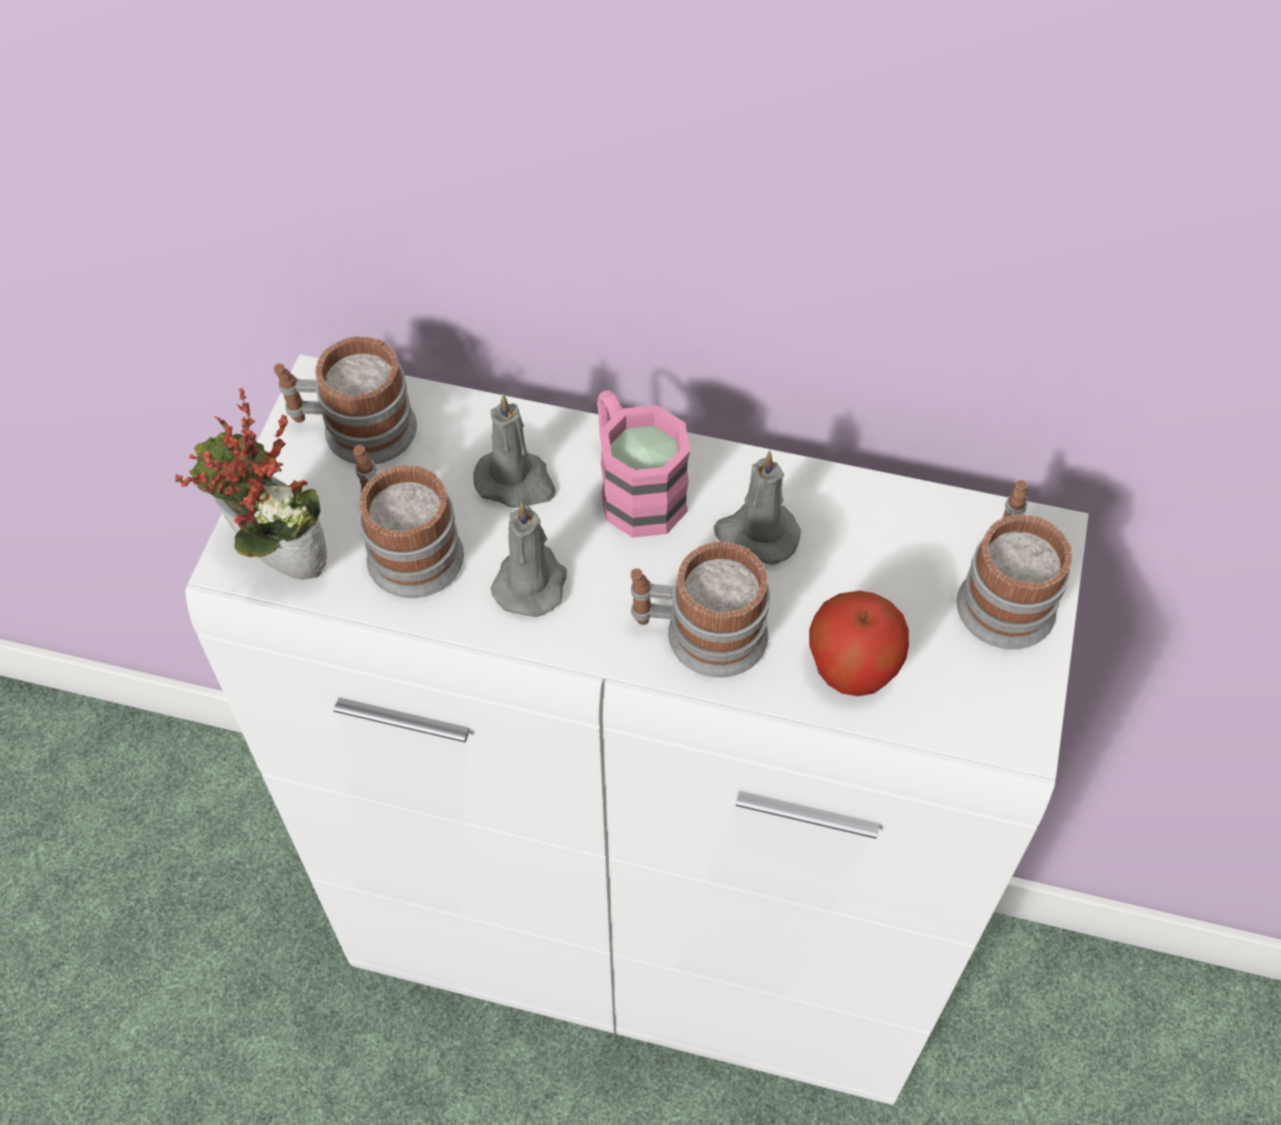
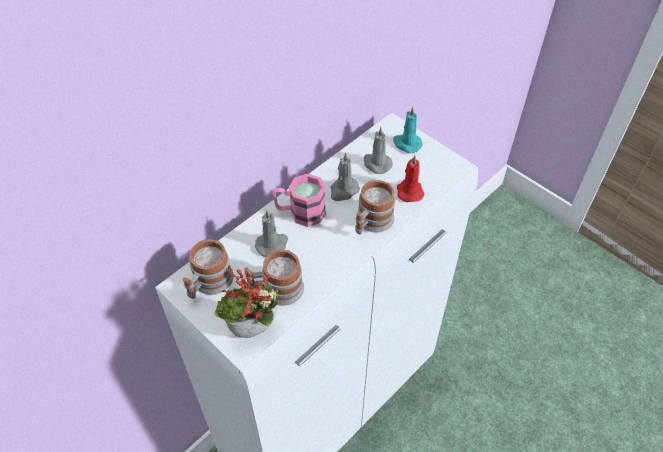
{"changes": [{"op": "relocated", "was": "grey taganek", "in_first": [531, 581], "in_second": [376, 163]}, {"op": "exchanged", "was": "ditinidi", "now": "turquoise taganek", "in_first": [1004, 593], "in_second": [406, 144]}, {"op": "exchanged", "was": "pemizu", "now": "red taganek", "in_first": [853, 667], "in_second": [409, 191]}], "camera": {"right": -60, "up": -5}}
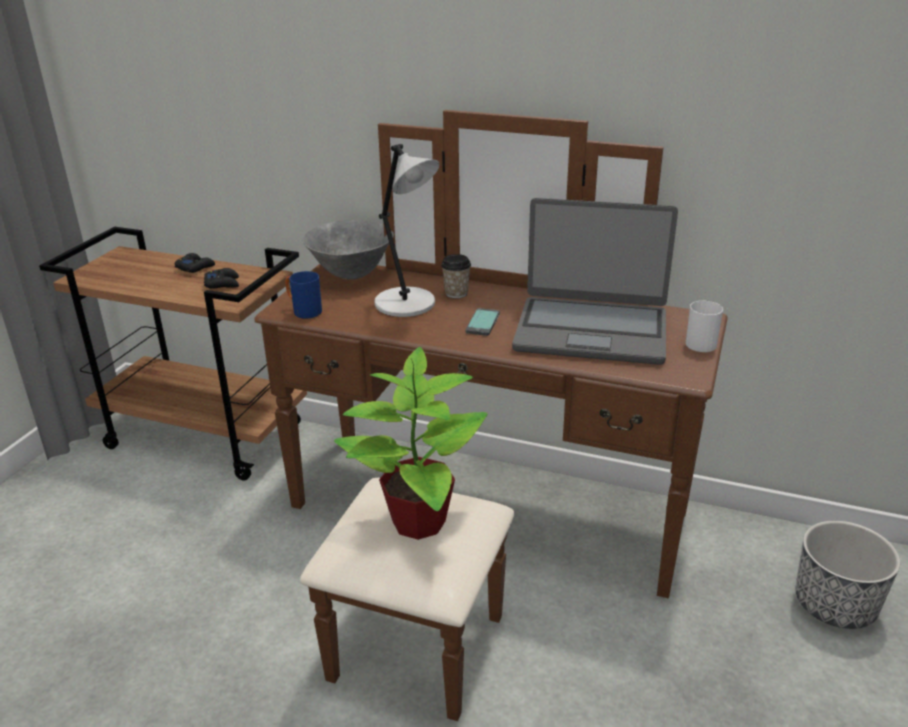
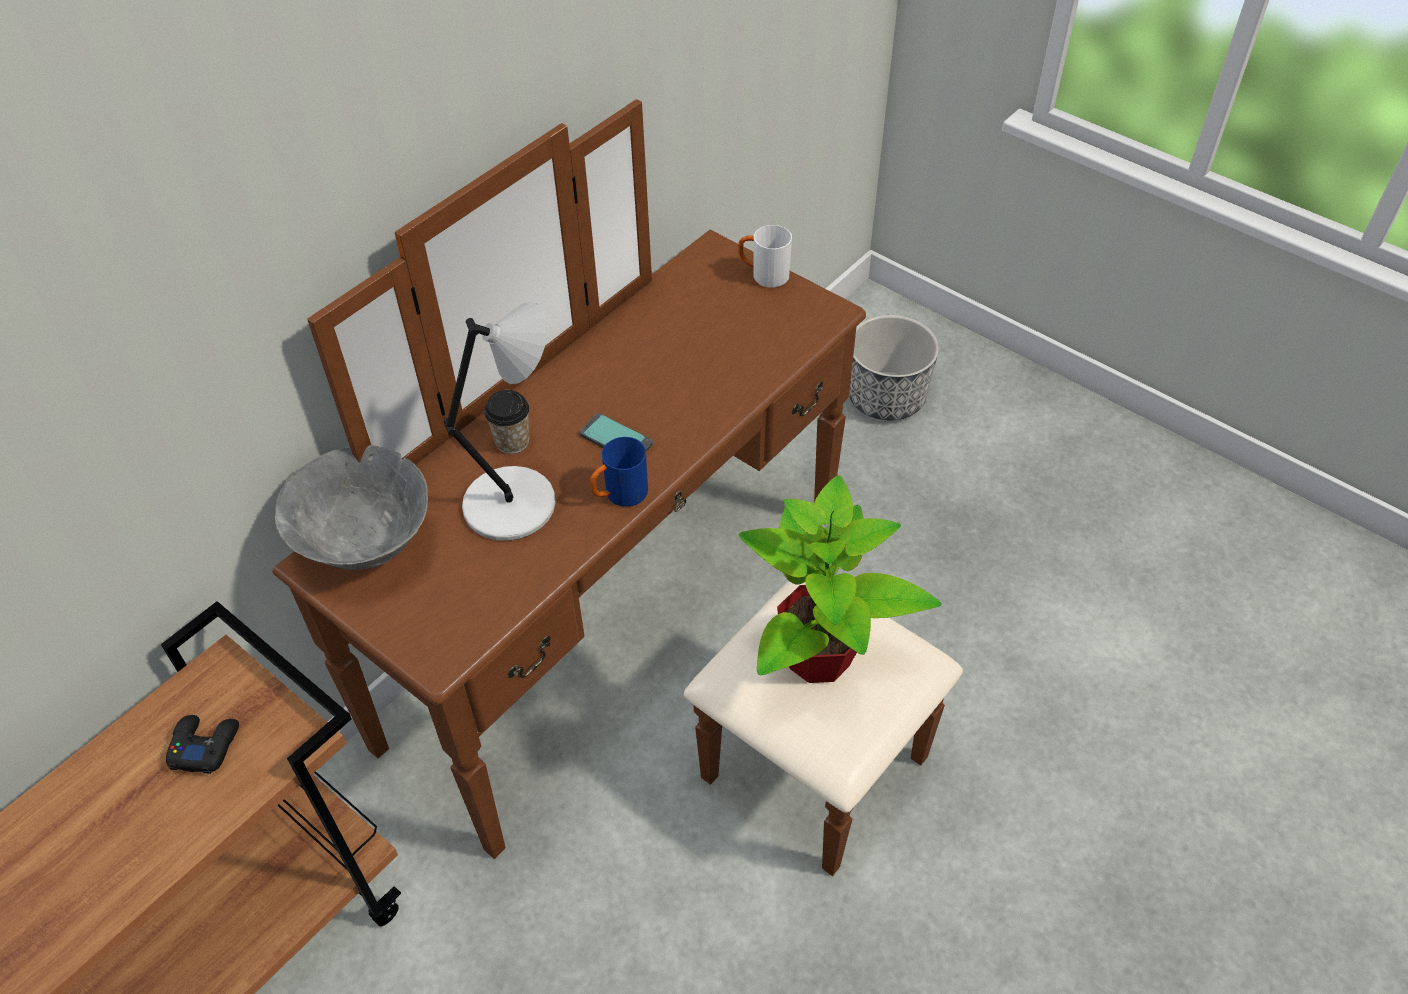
{"changes": [{"op": "relocated", "was": "blue ditinidi", "in_first": [303, 311], "in_second": [619, 496]}, {"op": "missing", "was": "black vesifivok", "in_first": [195, 267]}, {"op": "missing", "was": "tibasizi", "in_first": [591, 331]}], "camera": {"right": -70, "up": 20}}
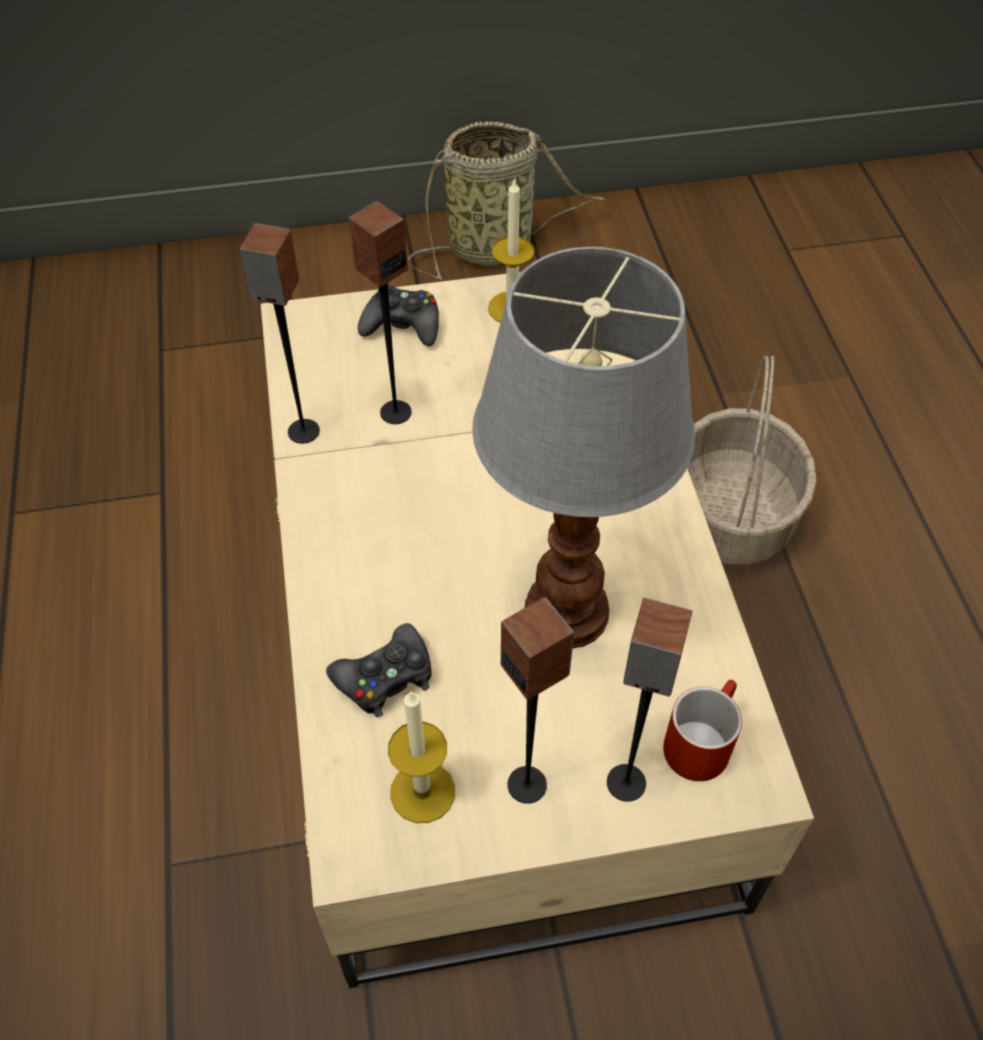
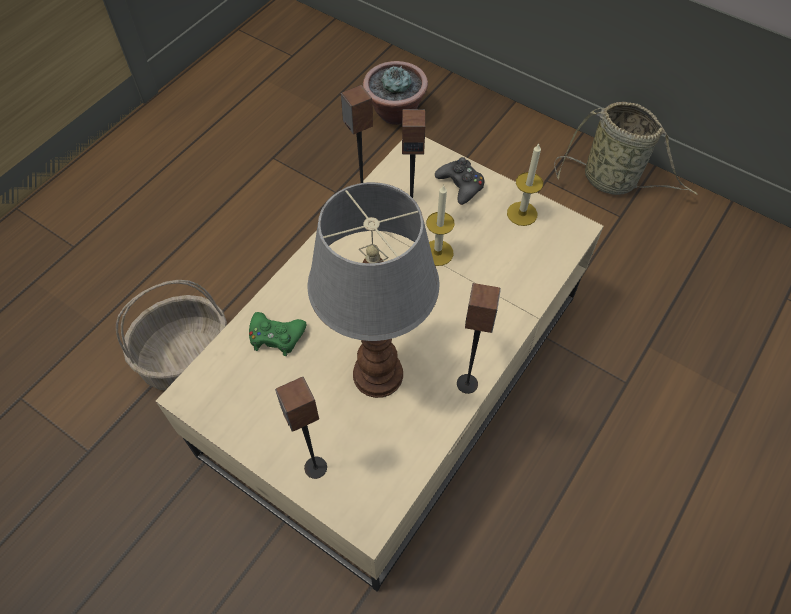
{"changes": [{"op": "relocated", "was": "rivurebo", "in_first": [732, 517], "in_second": [186, 359]}, {"op": "colour", "was": "black vesifivok", "now": "green vesifivok", "in_first": [385, 677], "in_second": [276, 336]}, {"op": "appeared", "now": "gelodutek", "in_second": [395, 112]}, {"op": "relocated", "was": "taganek", "in_first": [422, 792], "in_second": [437, 253]}, {"op": "relocated", "was": "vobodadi", "in_first": [528, 784], "in_second": [467, 384]}, {"op": "missing", "was": "red ditinidi", "in_first": [700, 739]}], "camera": {"right": 45, "up": 5}}
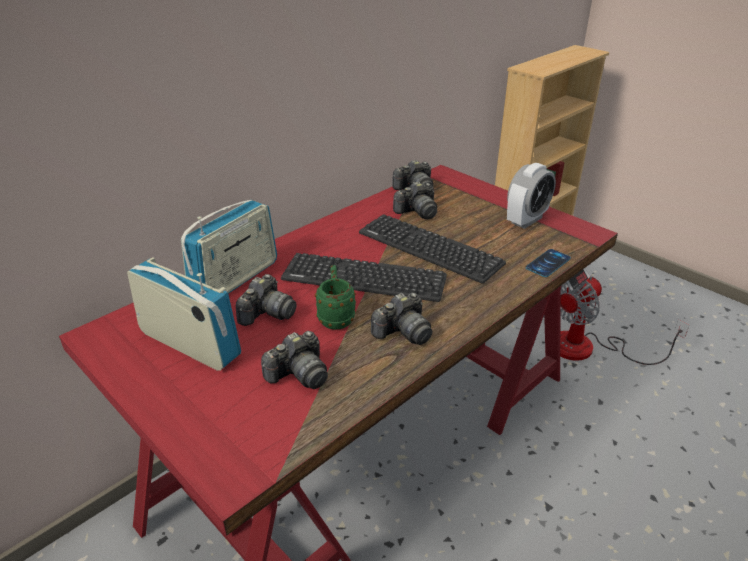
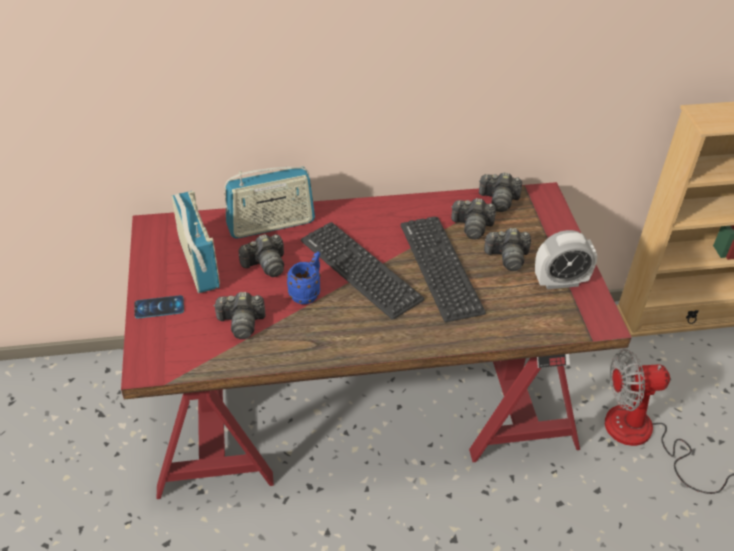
{"changes": [{"op": "relocated", "was": "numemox", "in_first": [548, 263], "in_second": [159, 307]}, {"op": "colour", "was": "green ditinidi", "now": "blue ditinidi", "in_first": [336, 317], "in_second": [307, 292]}, {"op": "relocated", "was": "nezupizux", "in_first": [403, 332], "in_second": [507, 257]}], "camera": {"right": 35, "up": 10}}
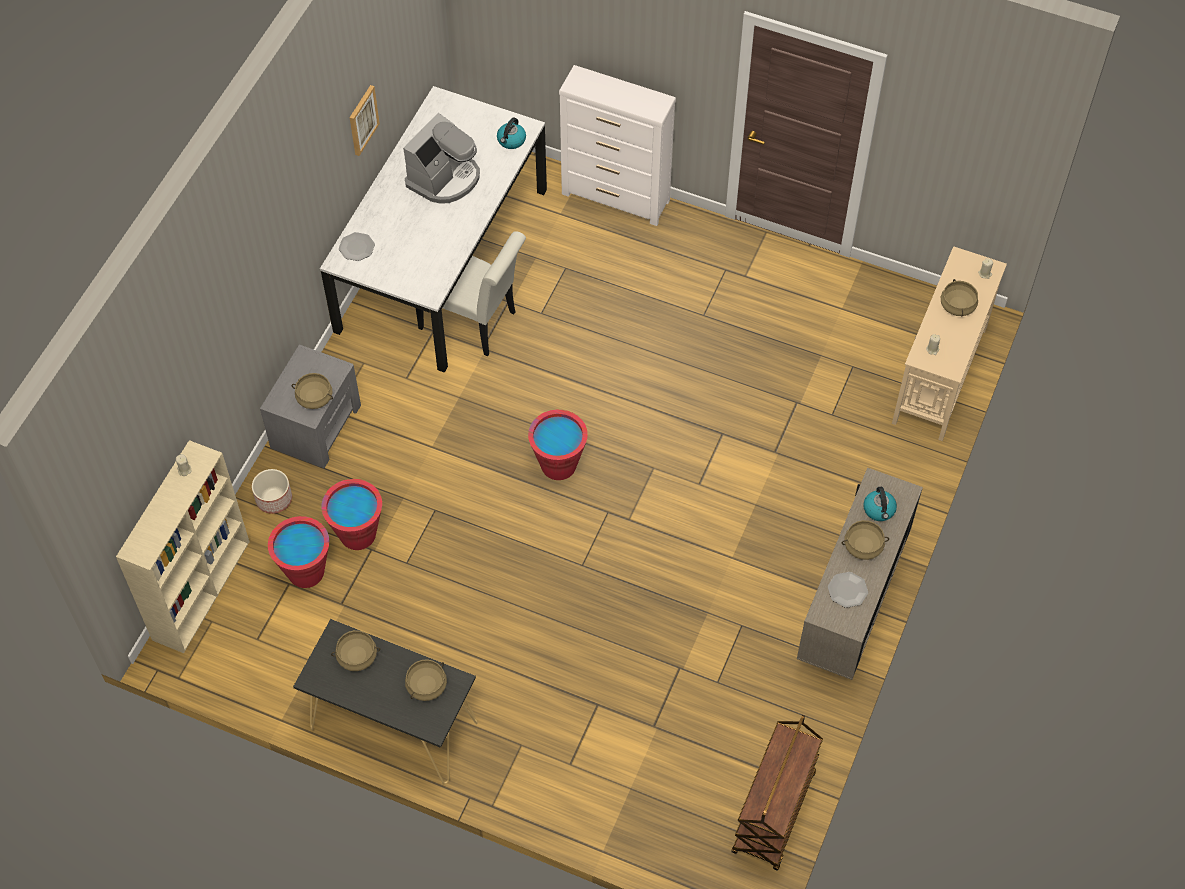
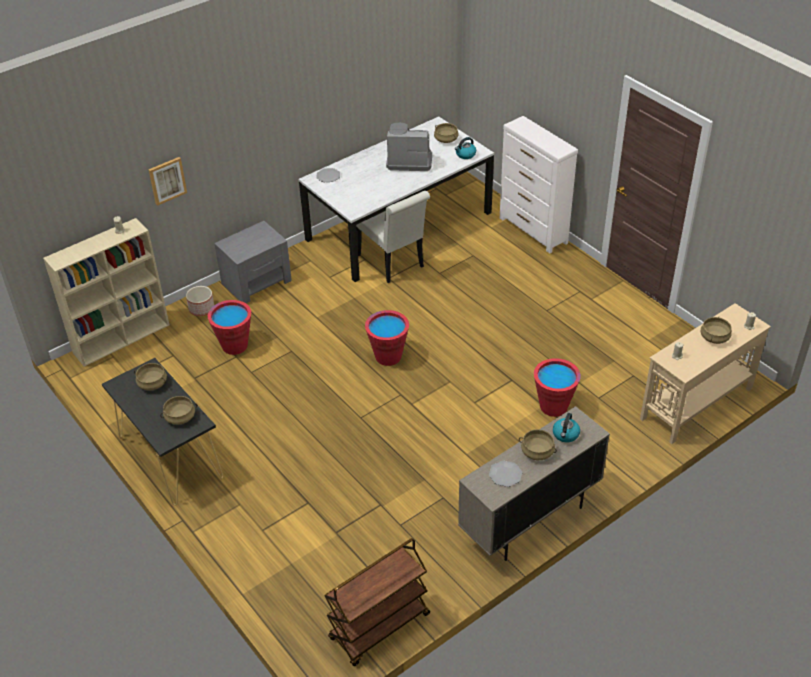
{"changes": [{"op": "relocated", "was": "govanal", "in_first": [362, 120], "in_second": [167, 180]}, {"op": "spun", "was": "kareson", "in_first": [444, 178], "in_second": [409, 160], "clockwise": -150}, {"op": "relocated", "was": "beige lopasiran", "in_first": [314, 398], "in_second": [446, 139]}, {"op": "relocated", "was": "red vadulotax", "in_first": [306, 572], "in_second": [553, 406]}], "camera": {"right": 30, "up": -15}}
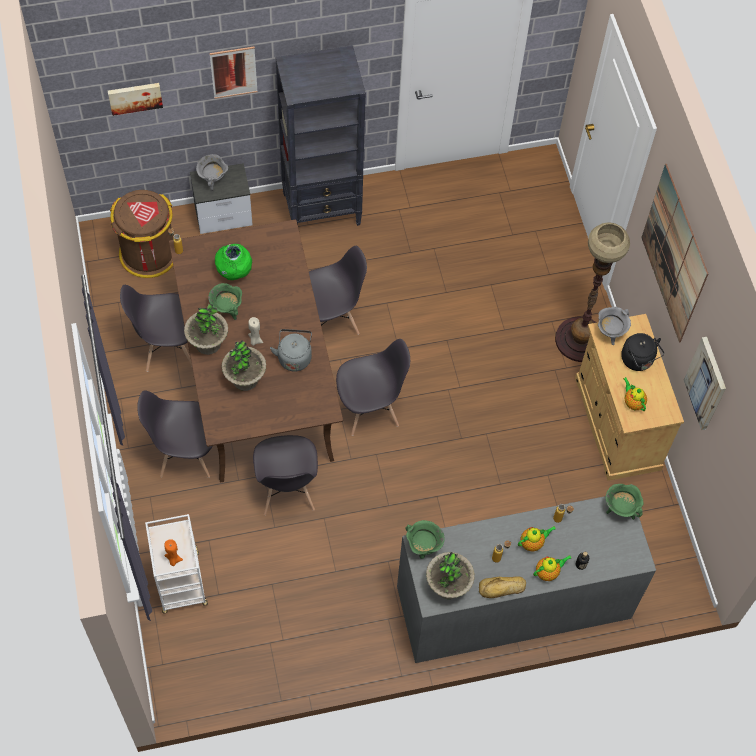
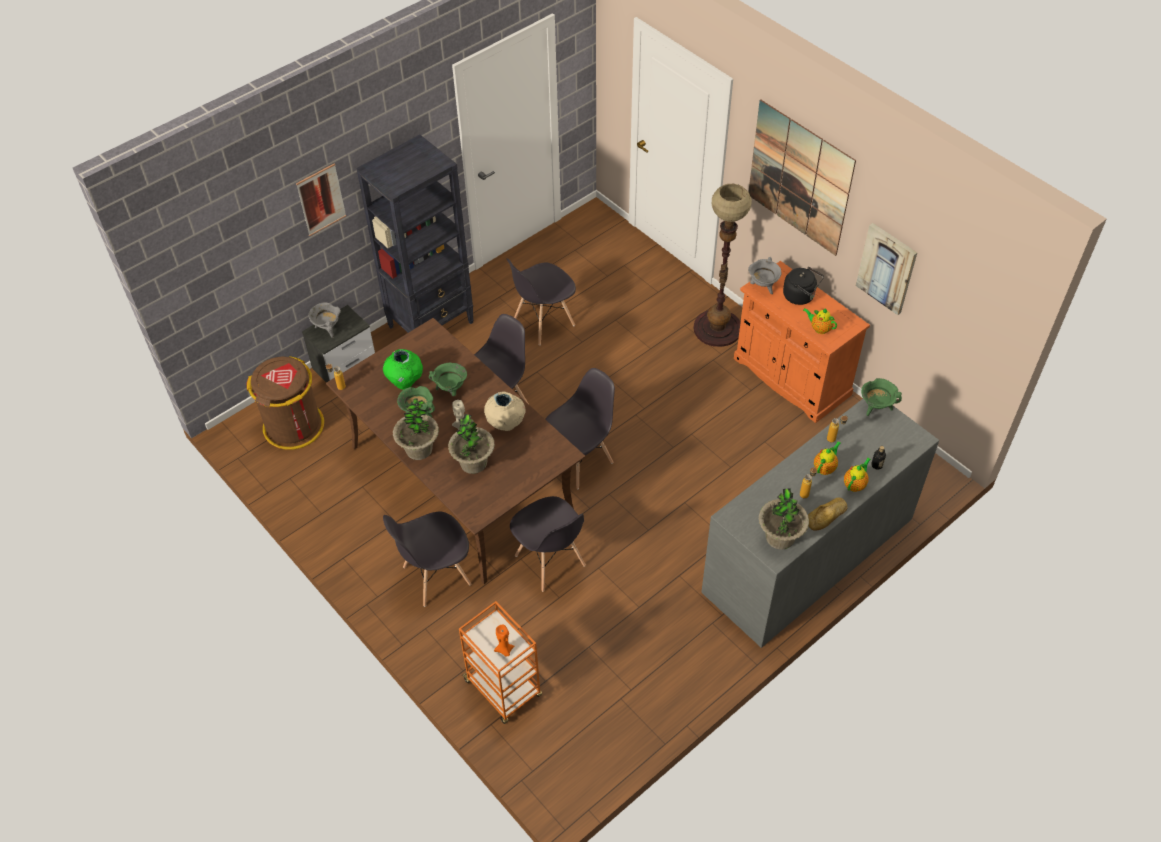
{"changes": [{"op": "relocated", "was": "green lopasiran", "in_first": [423, 546], "in_second": [450, 390]}, {"op": "colour", "was": "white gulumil", "now": "orange gulumil", "in_first": [181, 583], "in_second": [504, 689]}, {"op": "exchanged", "was": "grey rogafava", "now": "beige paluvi", "in_first": [294, 357], "in_second": [506, 424]}, {"op": "relocated", "was": "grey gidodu", "in_first": [167, 348], "in_second": [543, 322]}, {"op": "colour", "was": "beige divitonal", "now": "orange divitonal", "in_first": [616, 423], "in_second": [791, 377]}, {"op": "missing", "was": "govanal", "in_first": [135, 97]}], "camera": {"right": -25, "up": -10}}
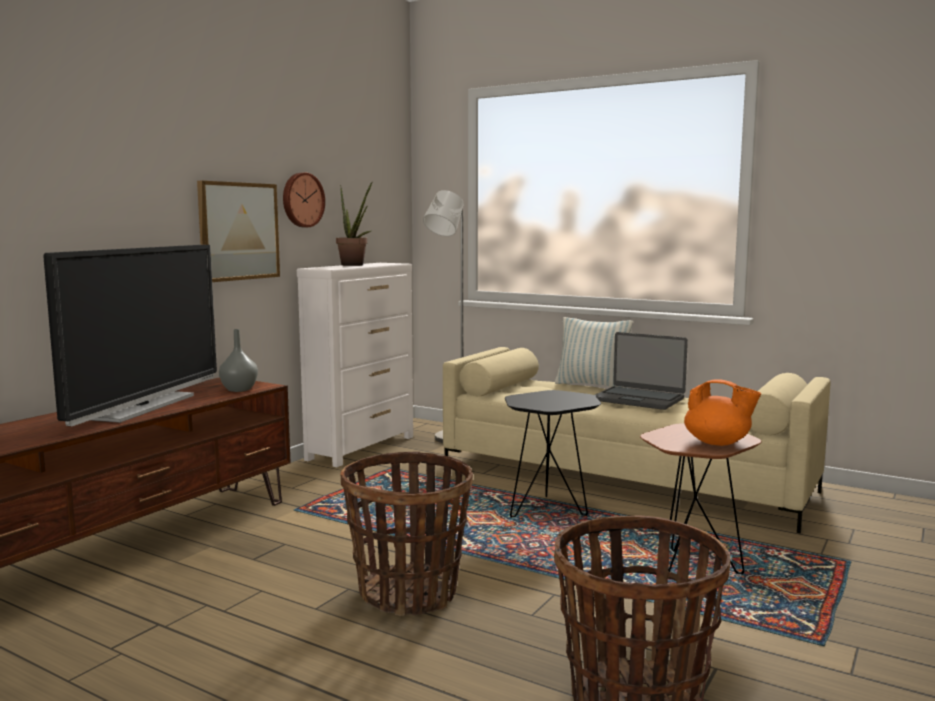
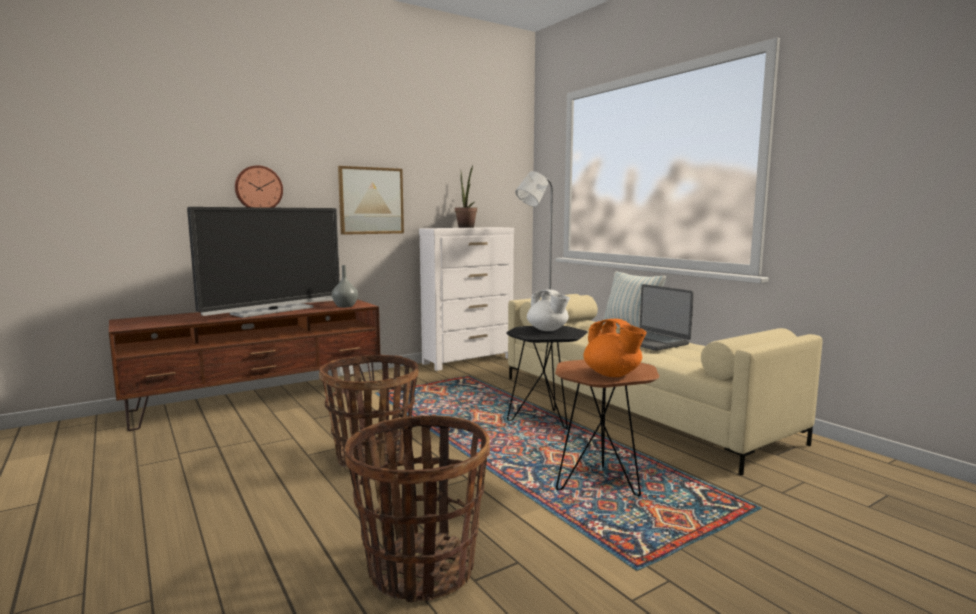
{"changes": [{"op": "relocated", "was": "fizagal", "in_first": [302, 200], "in_second": [258, 188]}, {"op": "appeared", "now": "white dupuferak", "in_second": [548, 330]}], "camera": {"right": 25, "up": 0}}
